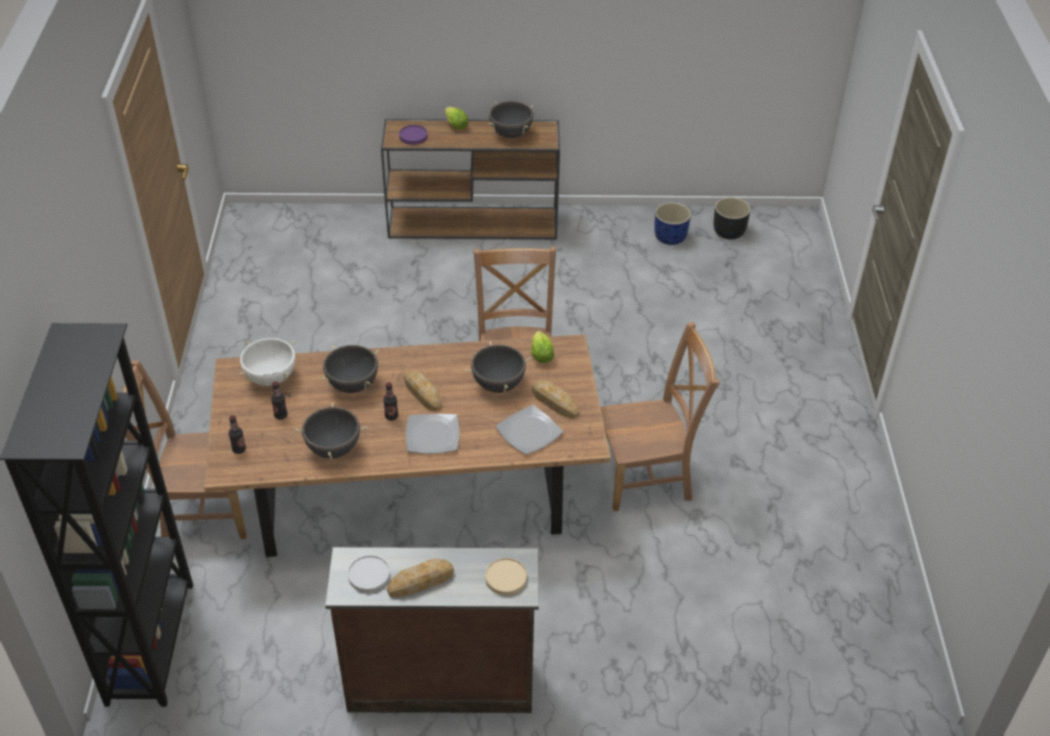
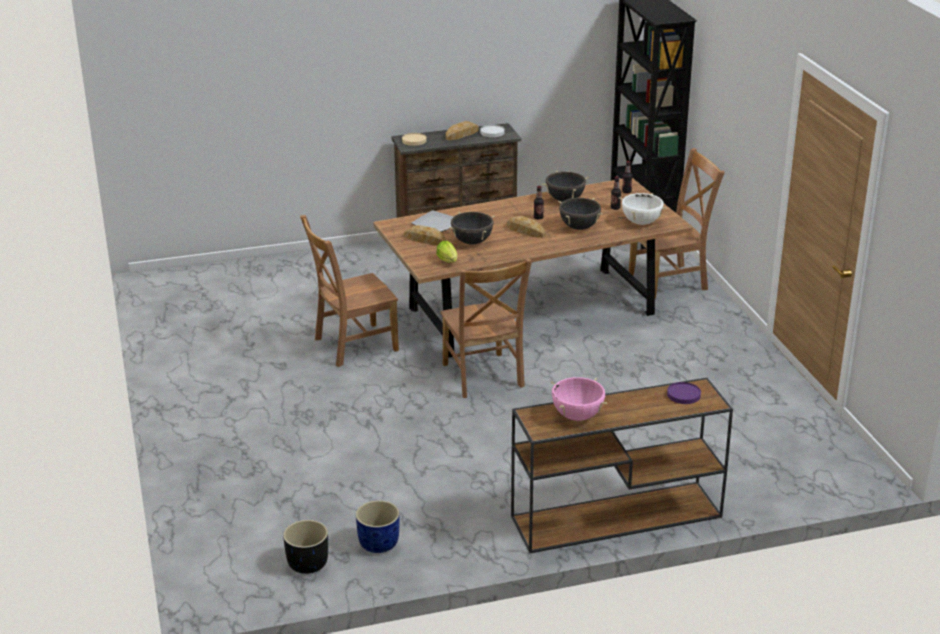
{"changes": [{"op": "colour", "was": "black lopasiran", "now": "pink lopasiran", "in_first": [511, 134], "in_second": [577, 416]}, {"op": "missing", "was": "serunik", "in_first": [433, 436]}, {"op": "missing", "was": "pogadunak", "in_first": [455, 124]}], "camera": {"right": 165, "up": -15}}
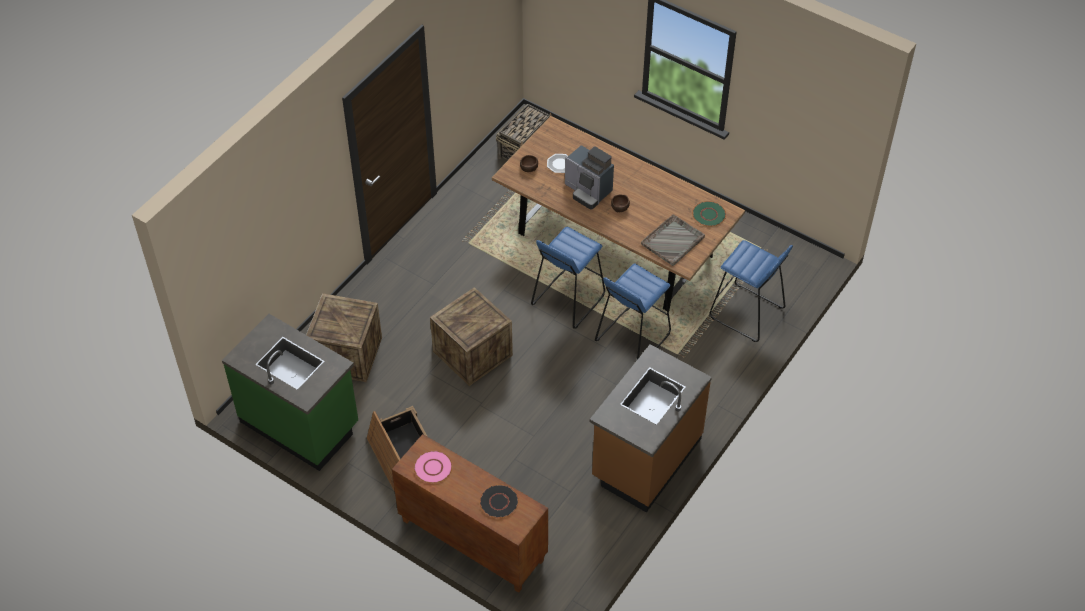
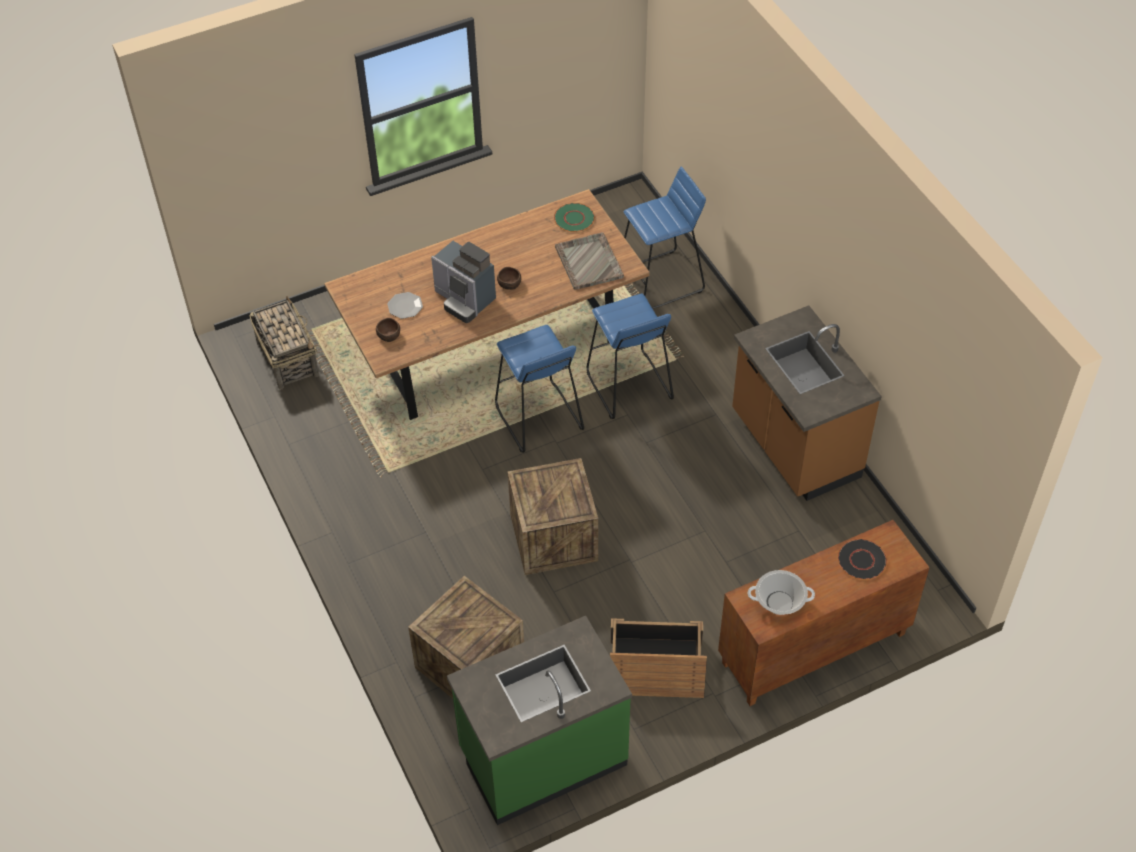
{"changes": [{"op": "spun", "was": "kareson", "in_first": [588, 191], "in_second": [465, 299], "clockwise": 60}, {"op": "exchanged", "was": "pink serunik", "now": "lopasiran", "in_first": [433, 467], "in_second": [779, 603]}], "camera": {"right": -60, "up": 0}}
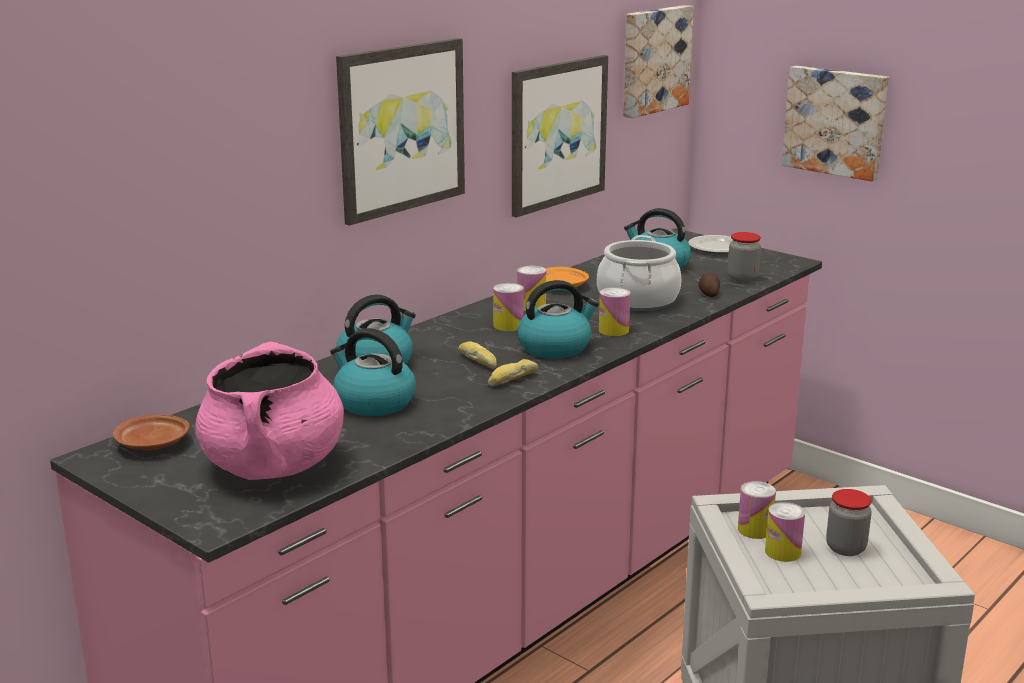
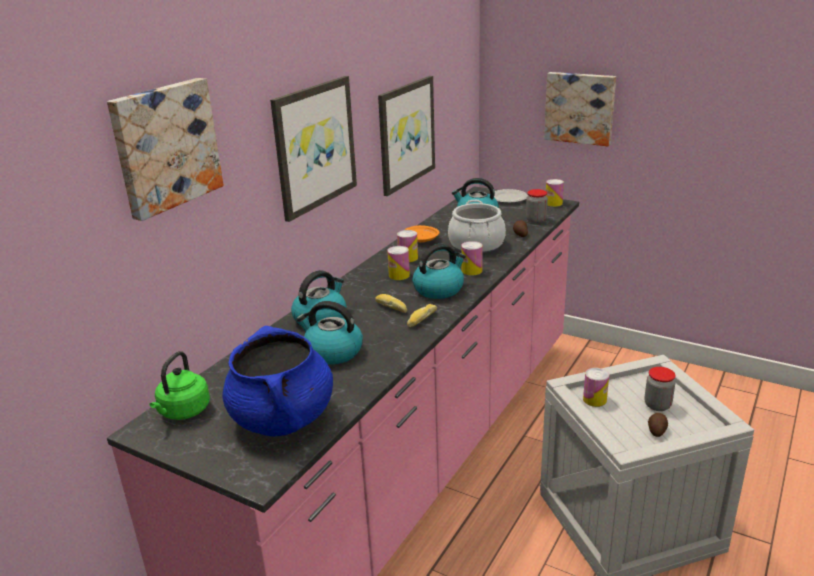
{"changes": [{"op": "relocated", "was": "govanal", "in_first": [653, 60], "in_second": [165, 146]}, {"op": "exchanged", "was": "brown serunik", "now": "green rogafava", "in_first": [153, 444], "in_second": [183, 412]}, {"op": "colour", "was": "pink lopasiran", "now": "blue lopasiran", "in_first": [274, 466], "in_second": [283, 418]}, {"op": "relocated", "was": "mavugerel", "in_first": [782, 552], "in_second": [553, 203]}, {"op": "appeared", "now": "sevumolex", "in_second": [656, 430]}], "camera": {"right": -10, "up": 5}}
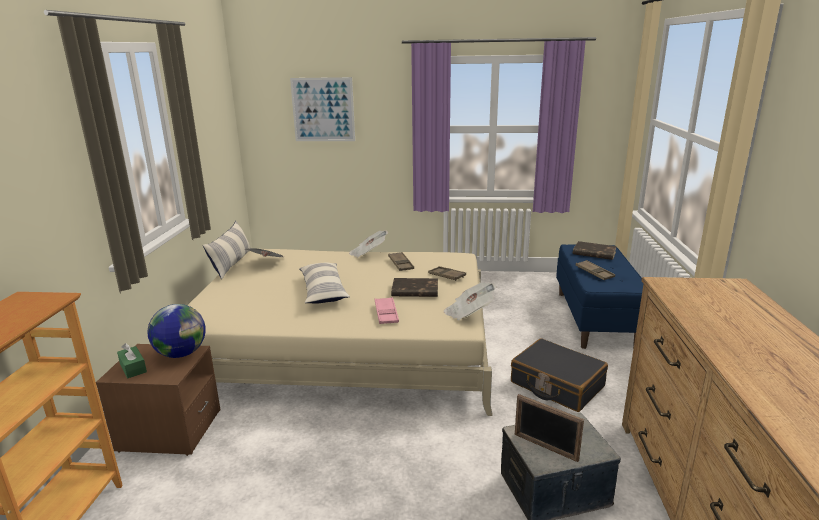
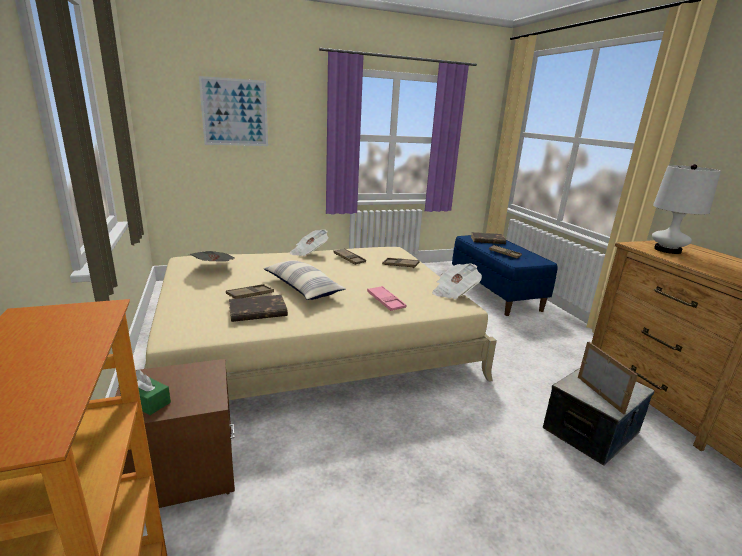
{"changes": [{"op": "appeared", "now": "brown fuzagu", "in_second": [250, 295]}, {"op": "relocated", "was": "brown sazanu", "in_first": [414, 291], "in_second": [257, 312]}, {"op": "spun", "was": "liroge", "in_first": [545, 447], "in_second": [600, 394], "clockwise": -120}, {"op": "appeared", "now": "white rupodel", "in_second": [667, 250]}, {"op": "missing", "was": "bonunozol", "in_first": [181, 353]}, {"op": "missing", "was": "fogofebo", "in_first": [232, 264]}, {"op": "missing", "was": "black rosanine", "in_first": [556, 385]}], "camera": {"right": -25, "up": 0}}
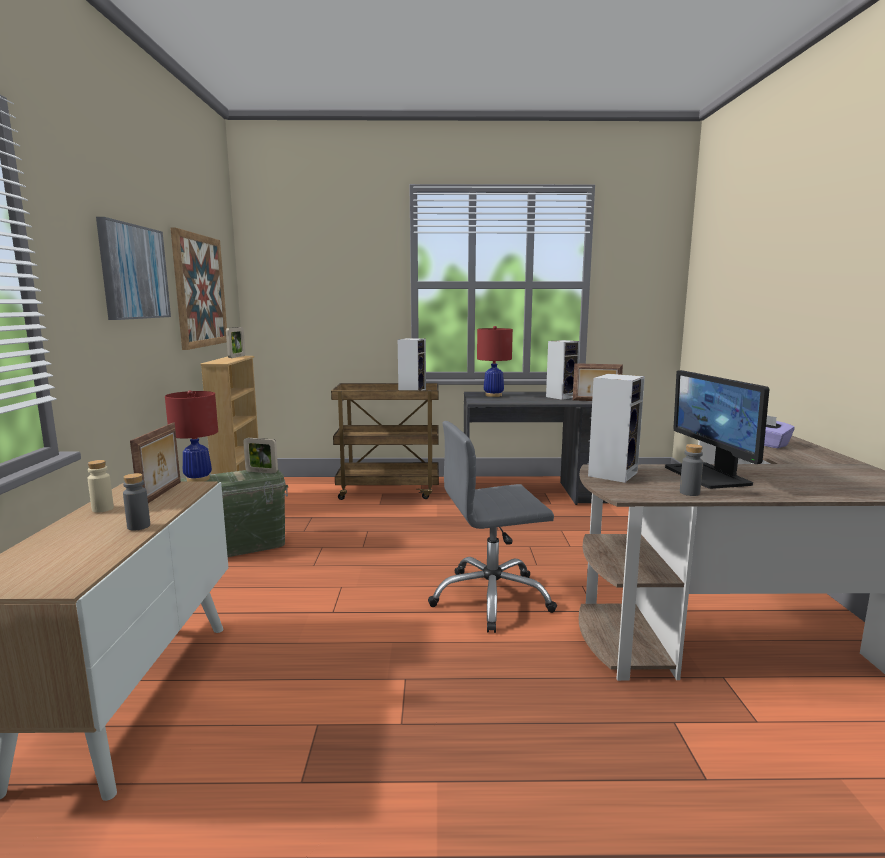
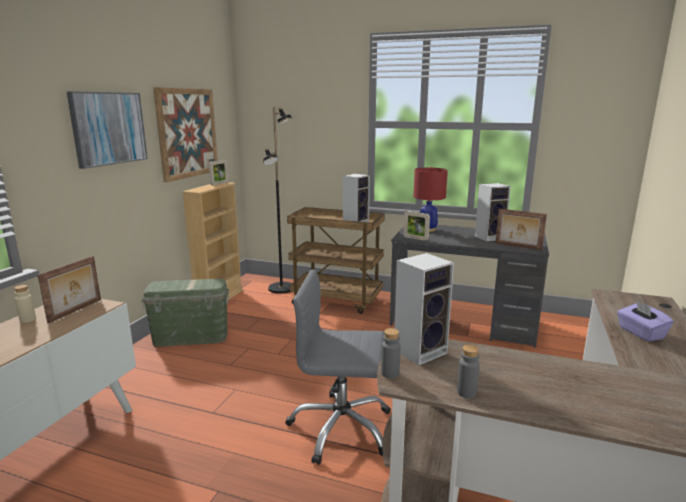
{"changes": [{"op": "appeared", "now": "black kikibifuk", "in_second": [282, 288]}, {"op": "relocated", "was": "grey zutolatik", "in_first": [138, 526], "in_second": [390, 373]}, {"op": "relocated", "was": "liroge", "in_first": [261, 472], "in_second": [415, 238]}, {"op": "missing", "was": "red rupodel", "in_first": [198, 479]}, {"op": "missing", "was": "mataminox", "in_first": [708, 476]}], "camera": {"right": 20, "up": 5}}
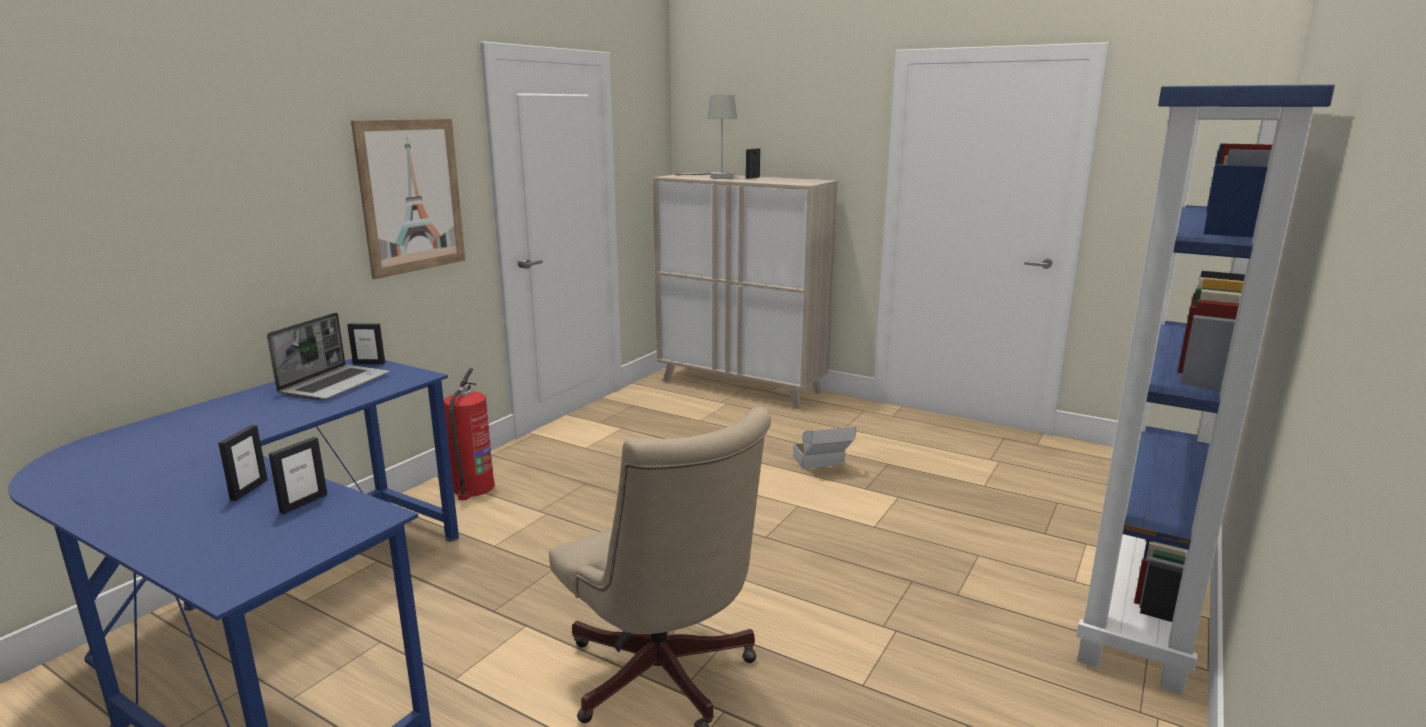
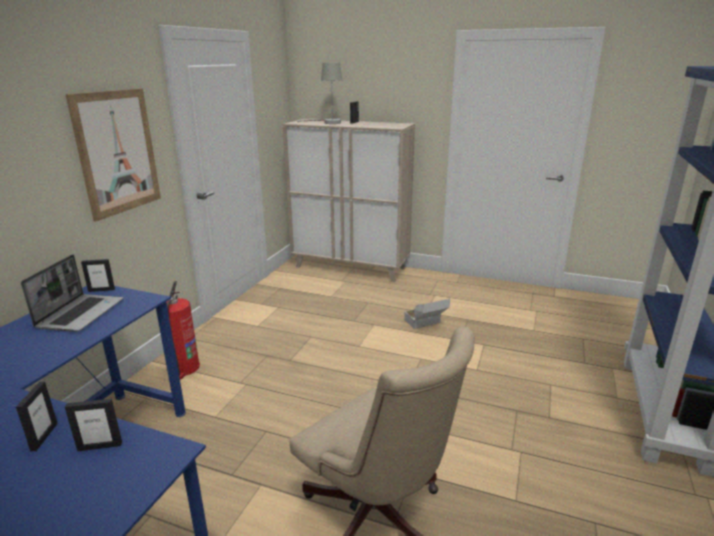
{"changes": [{"op": "spun", "was": "liroge", "in_first": [303, 503], "in_second": [100, 446], "clockwise": 60}], "camera": {"right": -10, "up": 5}}
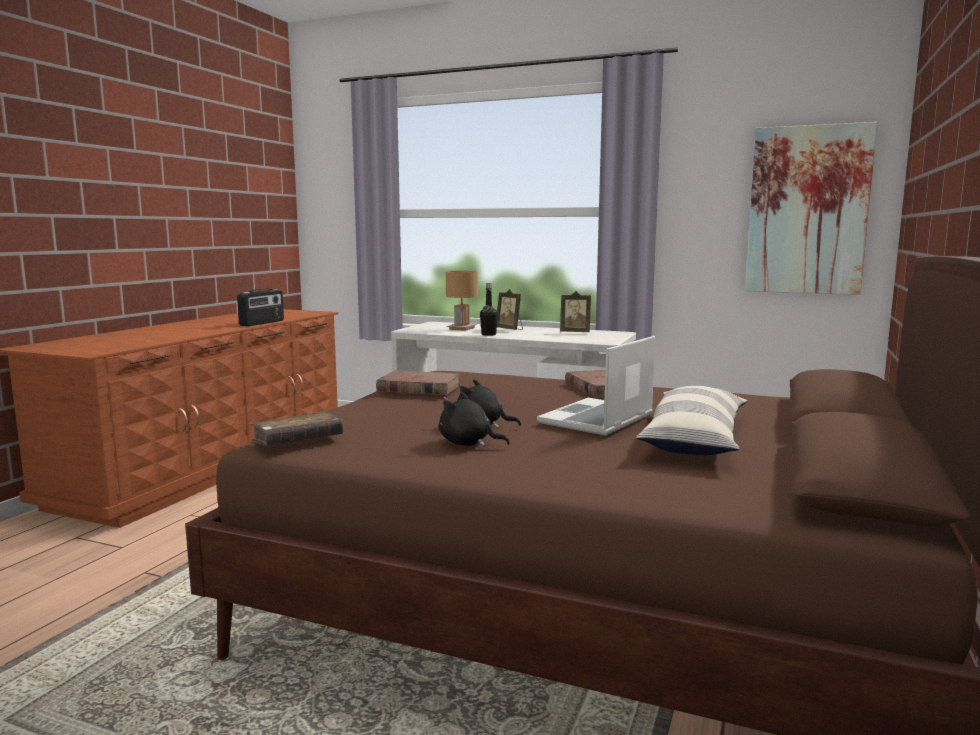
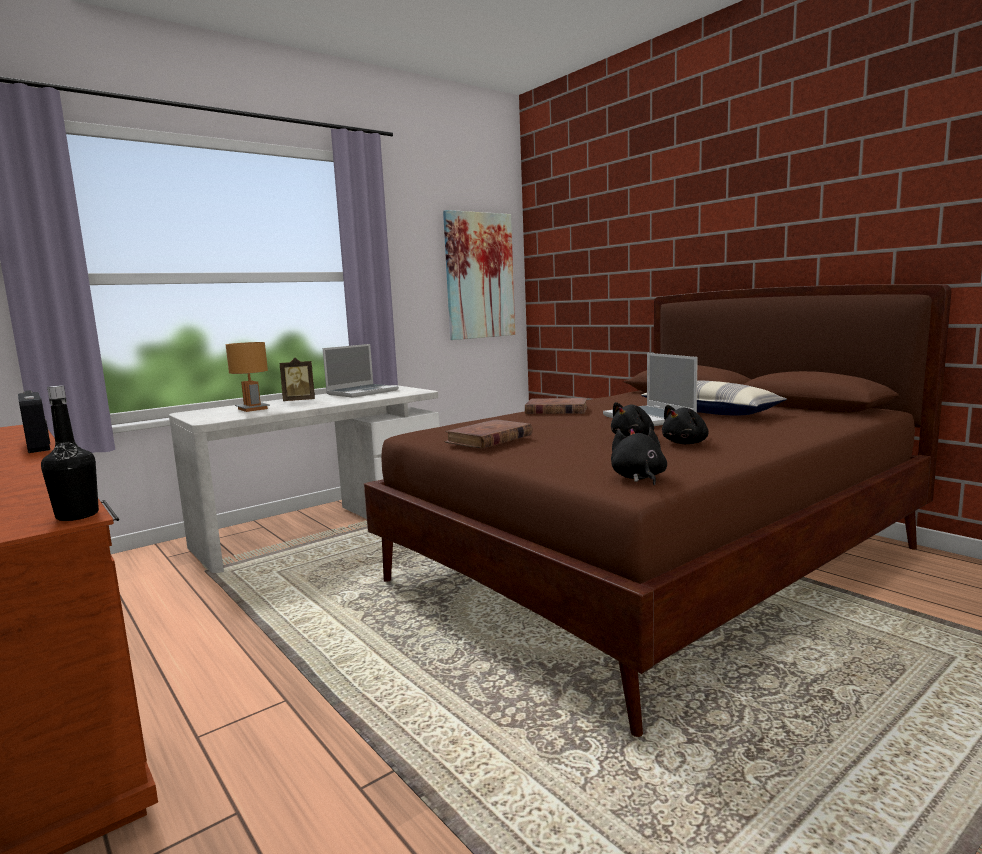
{"changes": [{"op": "relocated", "was": "black zutolatik", "in_first": [488, 334], "in_second": [77, 515]}, {"op": "exchanged", "was": "liroge", "now": "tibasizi", "in_first": [575, 332], "in_second": [362, 392]}, {"op": "exchanged", "was": "brown sazanu", "now": "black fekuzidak", "in_first": [297, 441], "in_second": [638, 478]}], "camera": {"right": -60, "up": 0}}
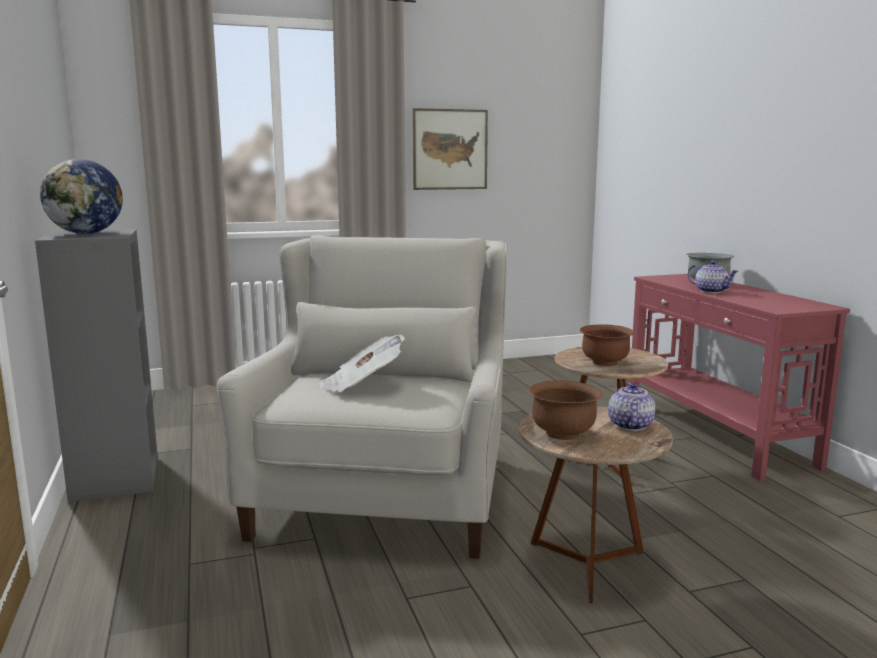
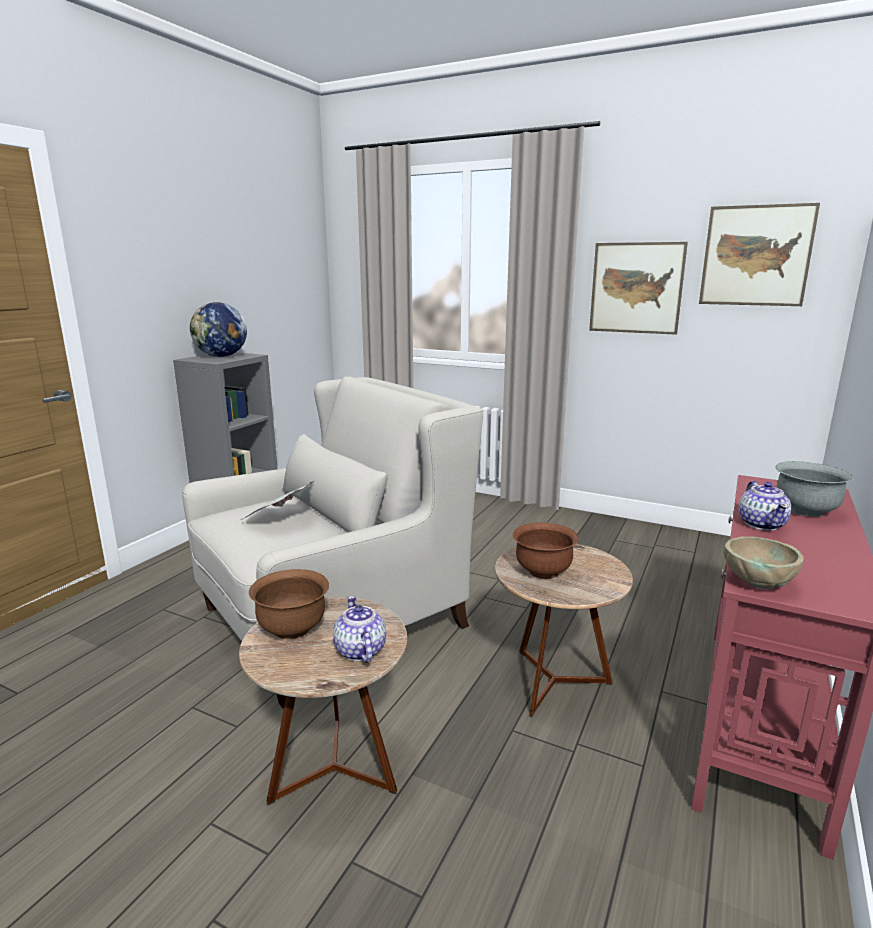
{"changes": [{"op": "spun", "was": "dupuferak", "in_first": [629, 425], "in_second": [360, 651], "clockwise": -75}, {"op": "appeared", "now": "govanal", "in_second": [756, 256]}, {"op": "appeared", "now": "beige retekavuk", "in_second": [756, 583]}], "camera": {"right": 45, "up": 5}}
